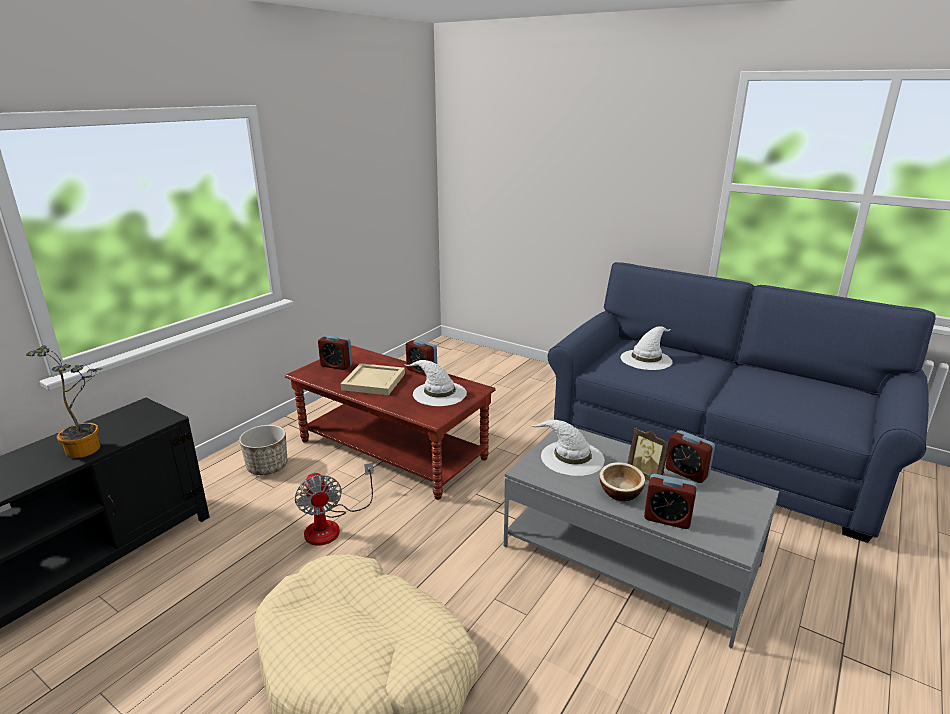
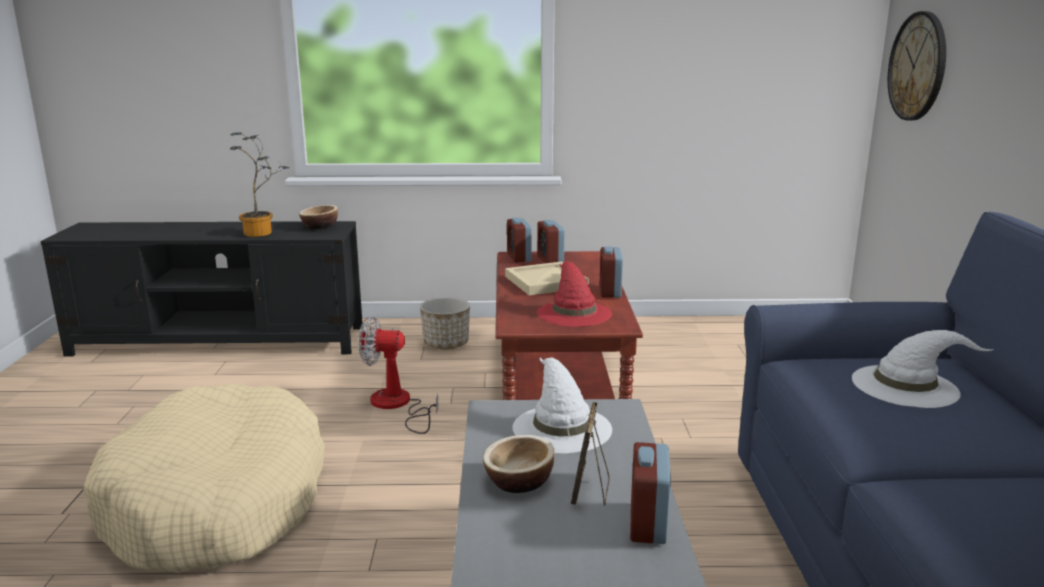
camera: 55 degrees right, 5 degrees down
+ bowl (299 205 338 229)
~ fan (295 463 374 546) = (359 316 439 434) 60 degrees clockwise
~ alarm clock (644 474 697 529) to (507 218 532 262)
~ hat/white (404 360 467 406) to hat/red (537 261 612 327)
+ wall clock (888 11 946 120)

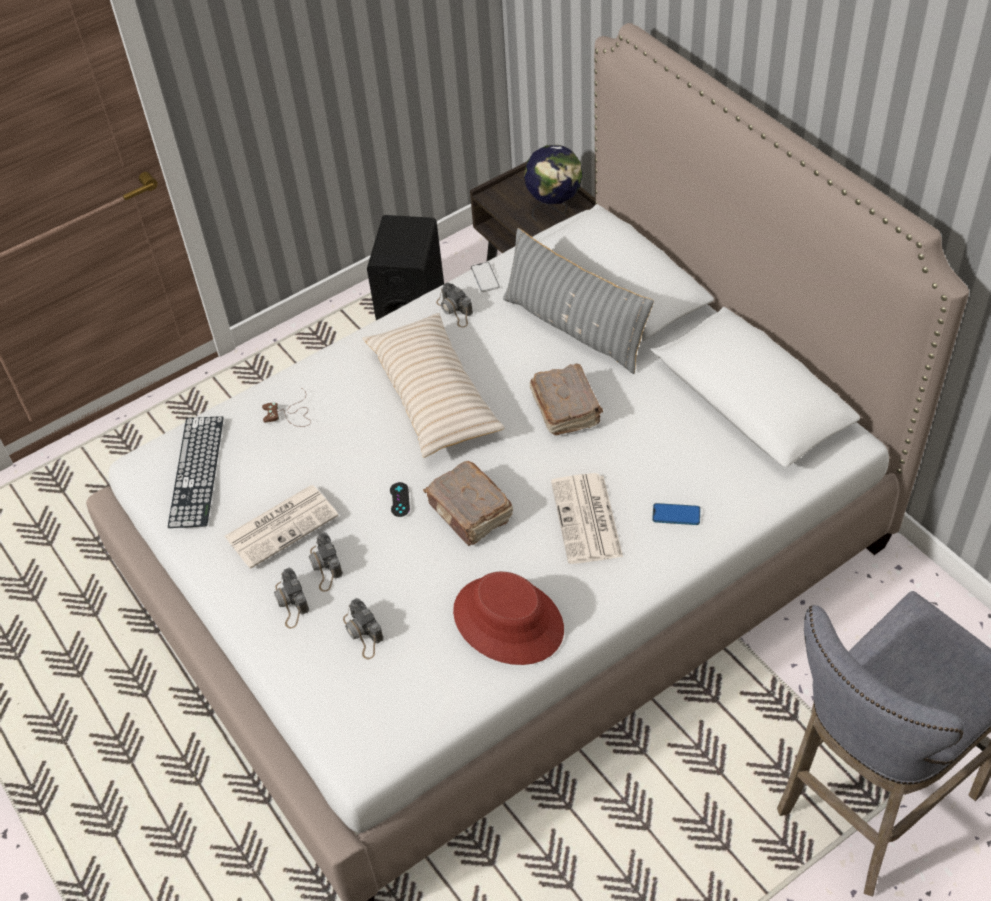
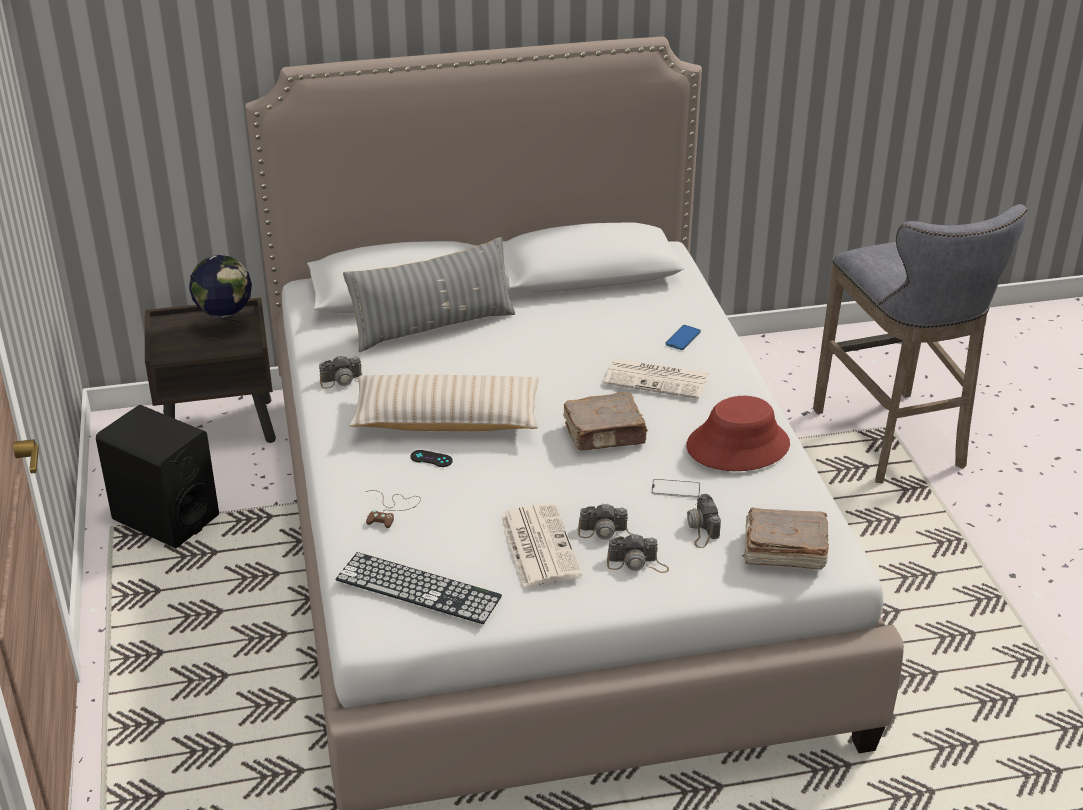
camera: 70 degrees left, 15 degrees down
~ game controller/black (390 482 410 517) to (410 450 453 467)
~ phone (471 262 500 292) to (651 479 700 498)
~ photo camera (343 598 383 659) = (687 494 721 548) 90 degrees clockwise
~ book/brown (529 364 603 435) to (742 508 829 569)

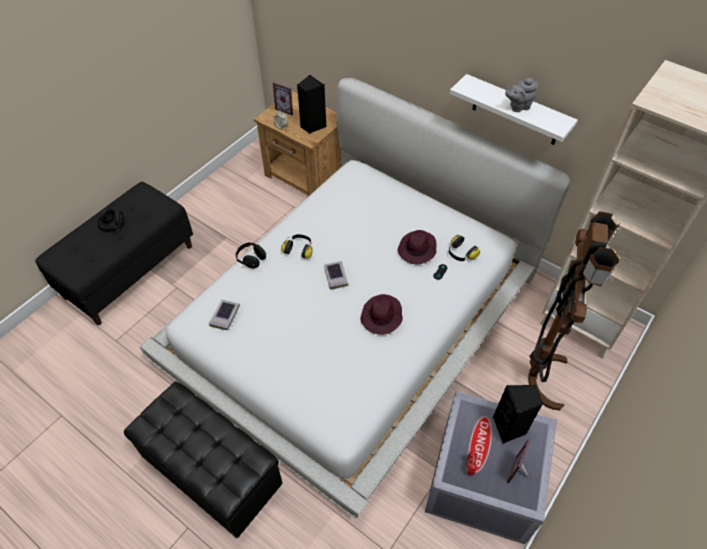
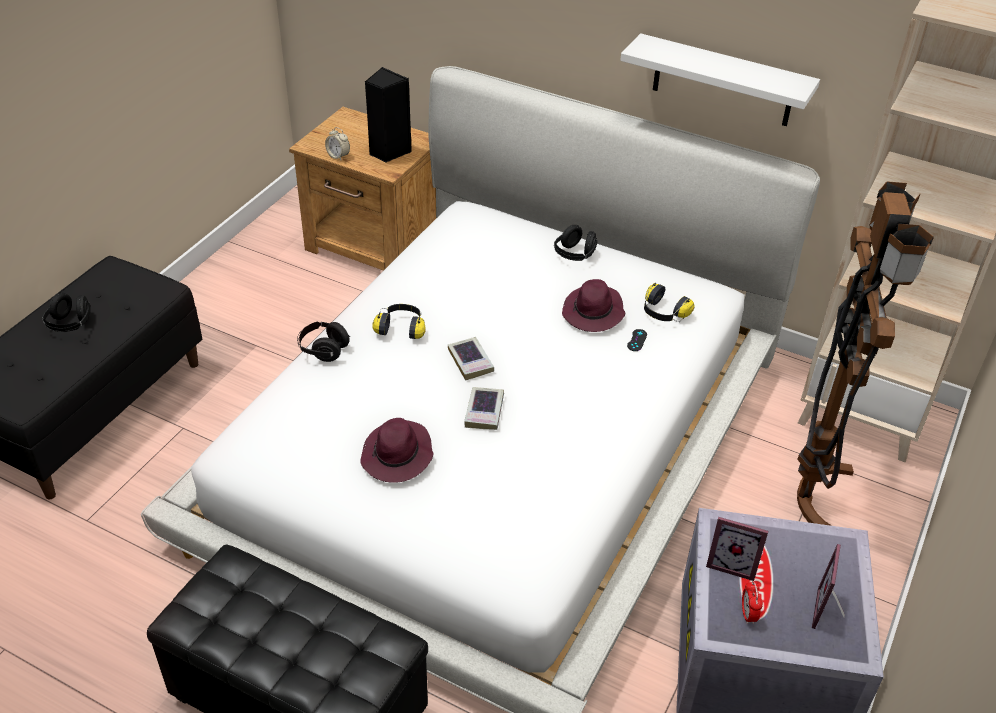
camera: 10 degrees left, 10 degrees down
~ hat/purple (360 294 403 335) to (360 418 433 483)
~ book (209 300 240 330) to (464 387 504 430)
+ headphones/black (554 225 598 261)
~ picture frame (273 82 293 116) to (706 517 768 581)
- speaker/black (493 385 543 444)
- teapot/grey (505 78 538 112)

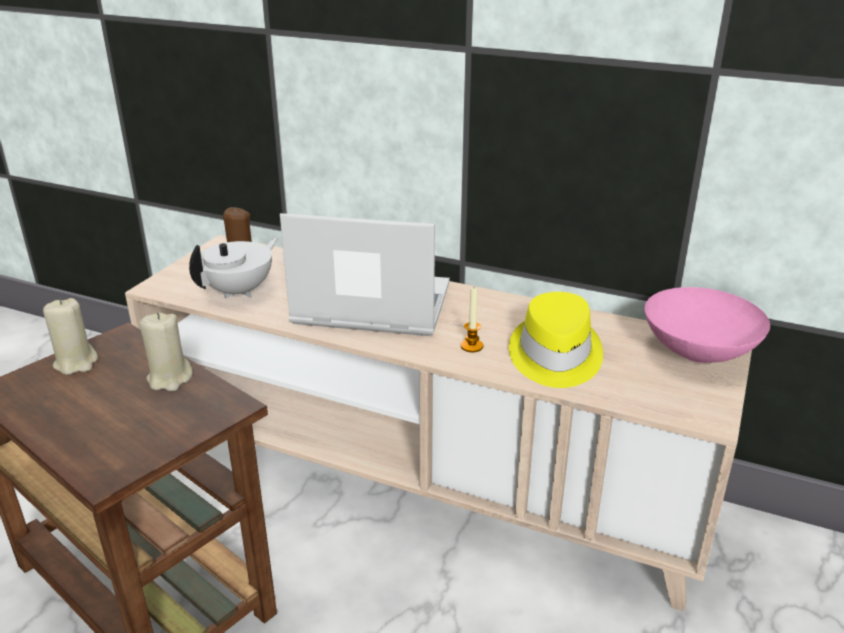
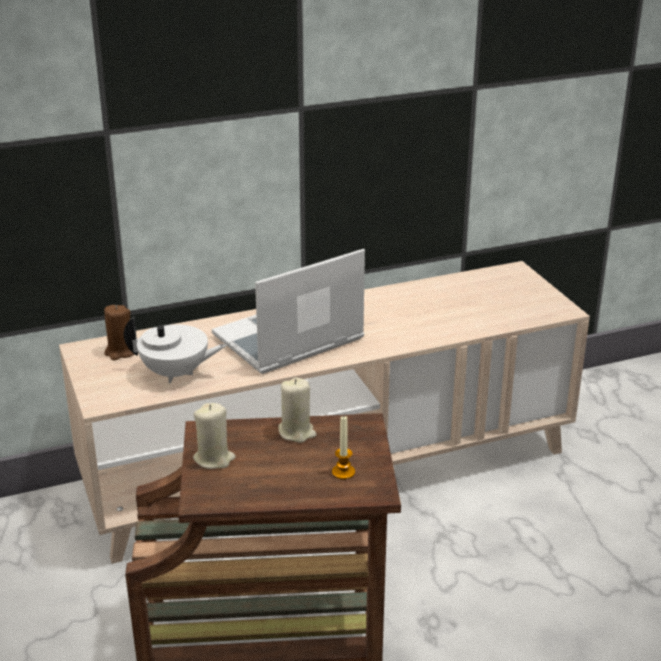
camera: 45 degrees left, 0 degrees up
~ teapot/white (189 238 278 298) = (124 317 227 383) 105 degrees clockwise
~ candle (461 288 483 352) to (332 416 355 480)
- hat/yellow (509 292 603 388)
- bowl/pink (644 287 770 363)

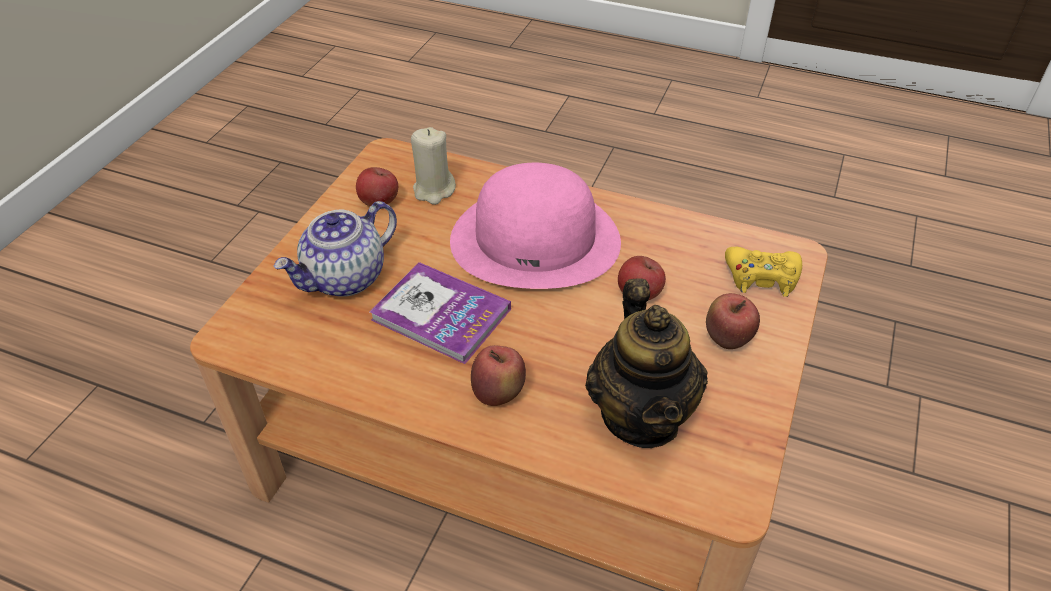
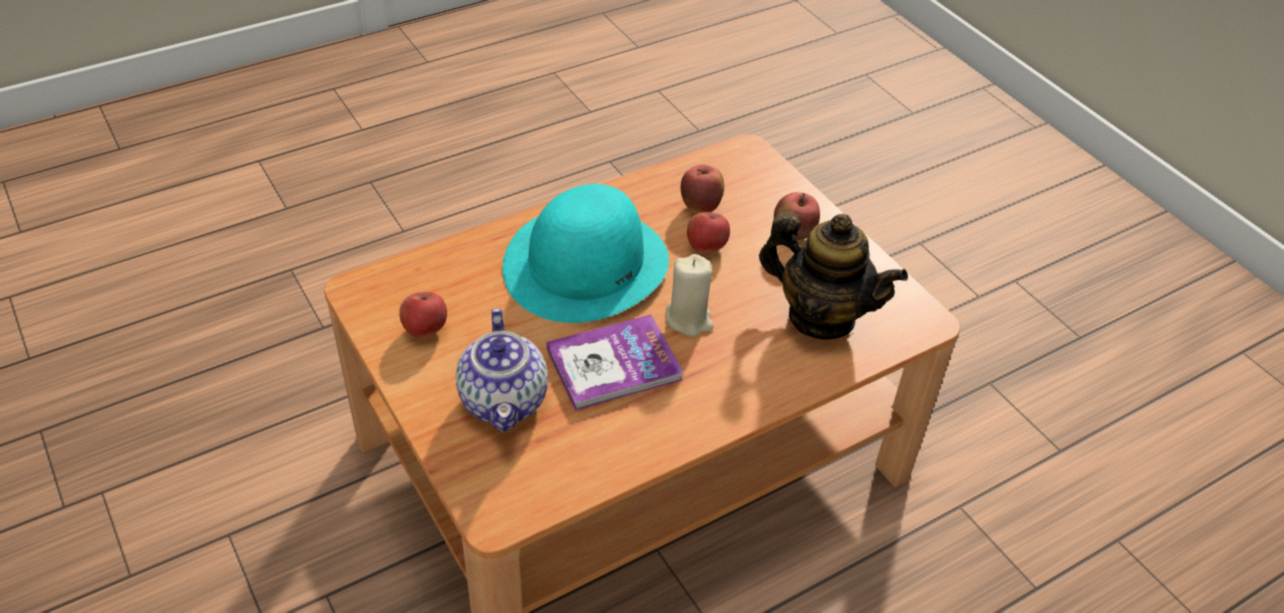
camera: 55 degrees left, 0 degrees up
~ hat/pink (450 163 621 289) to hat/turquoise (503 184 669 323)
~ candle/beige (411 127 456 205) to (666 254 714 337)
~ apple (471 345 526 406) to (681 164 724 213)
- game controller/yellow (725 247 802 297)

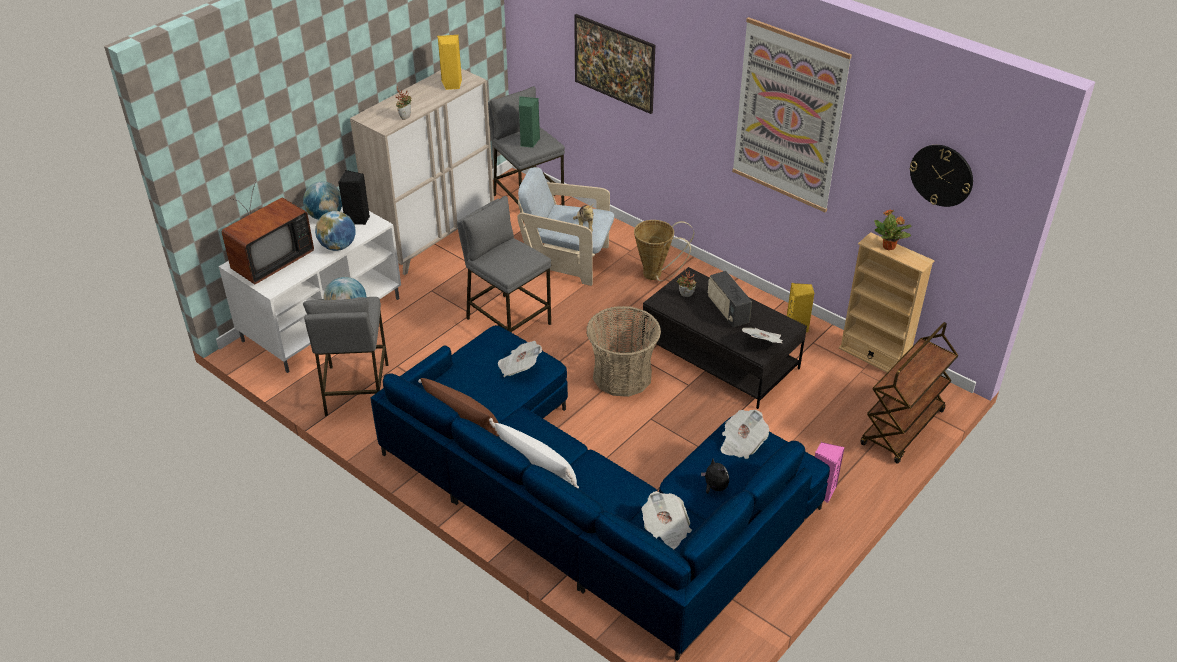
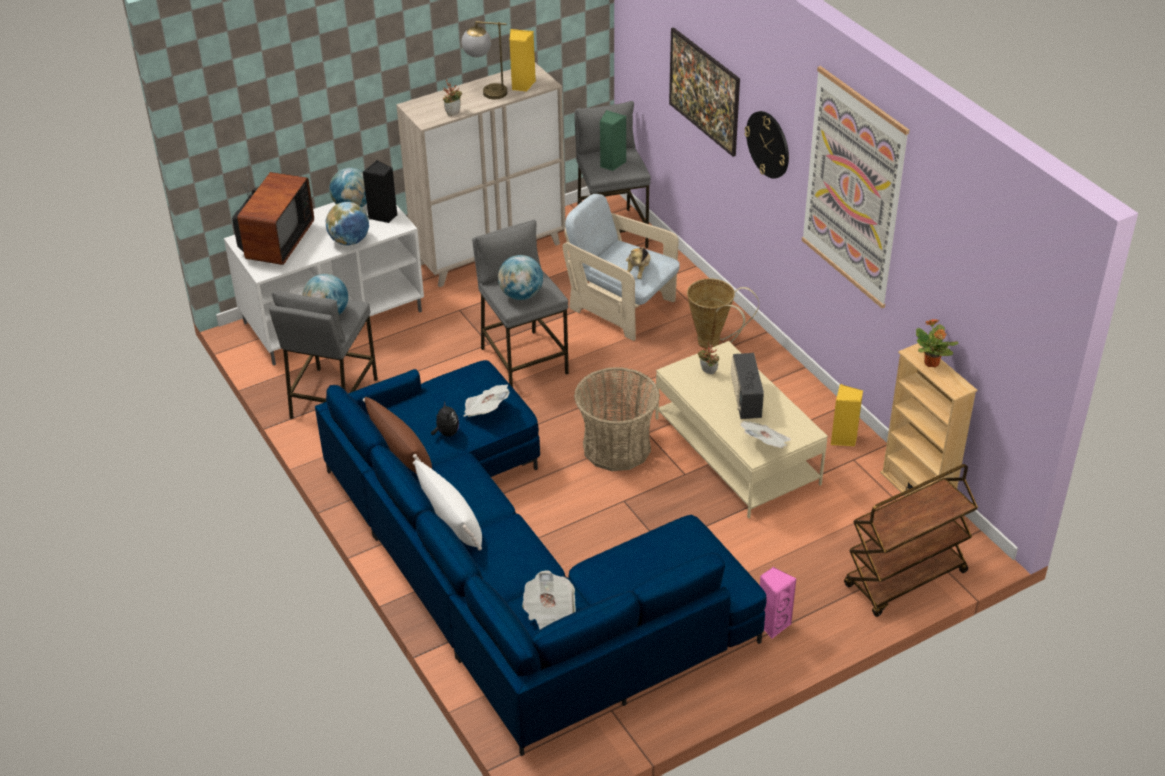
camera: 20 degrees right, 0 degrees up
~ television (222 180 314 284) = (232 160 314 265) 45 degrees counterclockwise
~ plush toy (701 459 729 494) to (431 401 459 436)
+ table lamp (461 21 507 99)
+ globe (498 255 543 300)
~ coffee table/black (642 267 807 409) to coffee table/beige (655 341 828 518)
~ wall clock (910 145 973 207) to (744 111 789 179)
- newspaper (720 410 769 459)

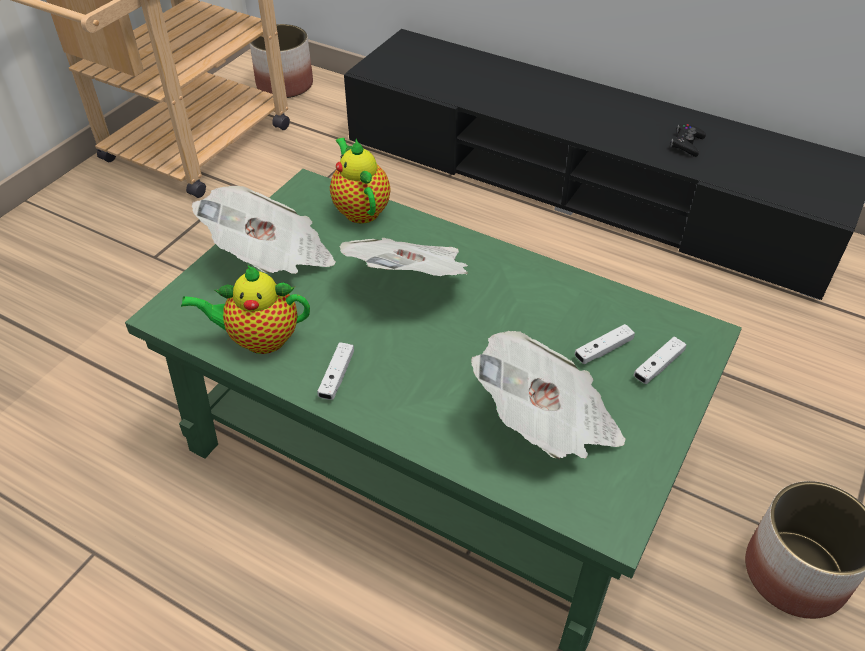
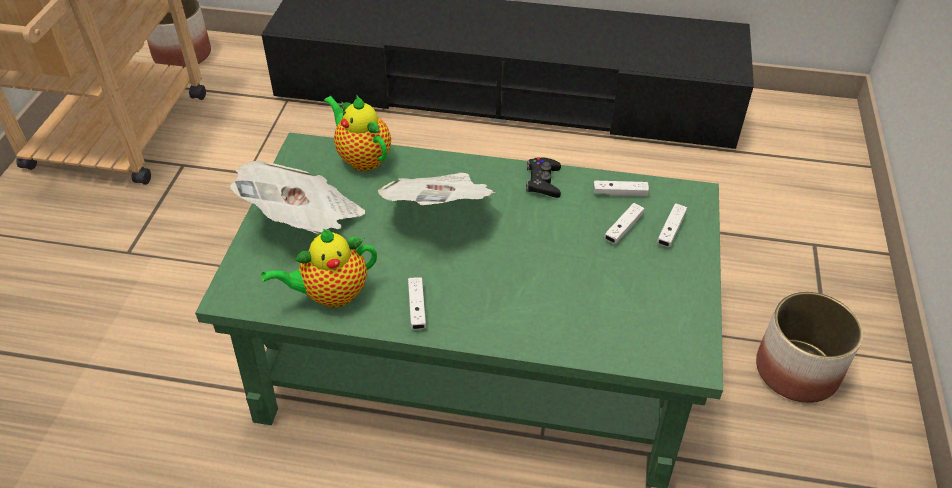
camera: 20 degrees left, 0 degrees up
~ game controller/black (670 124 706 157) to (526 157 561 198)
+ game controller/white (593 181 649 196)
- newspaper (471 331 626 459)

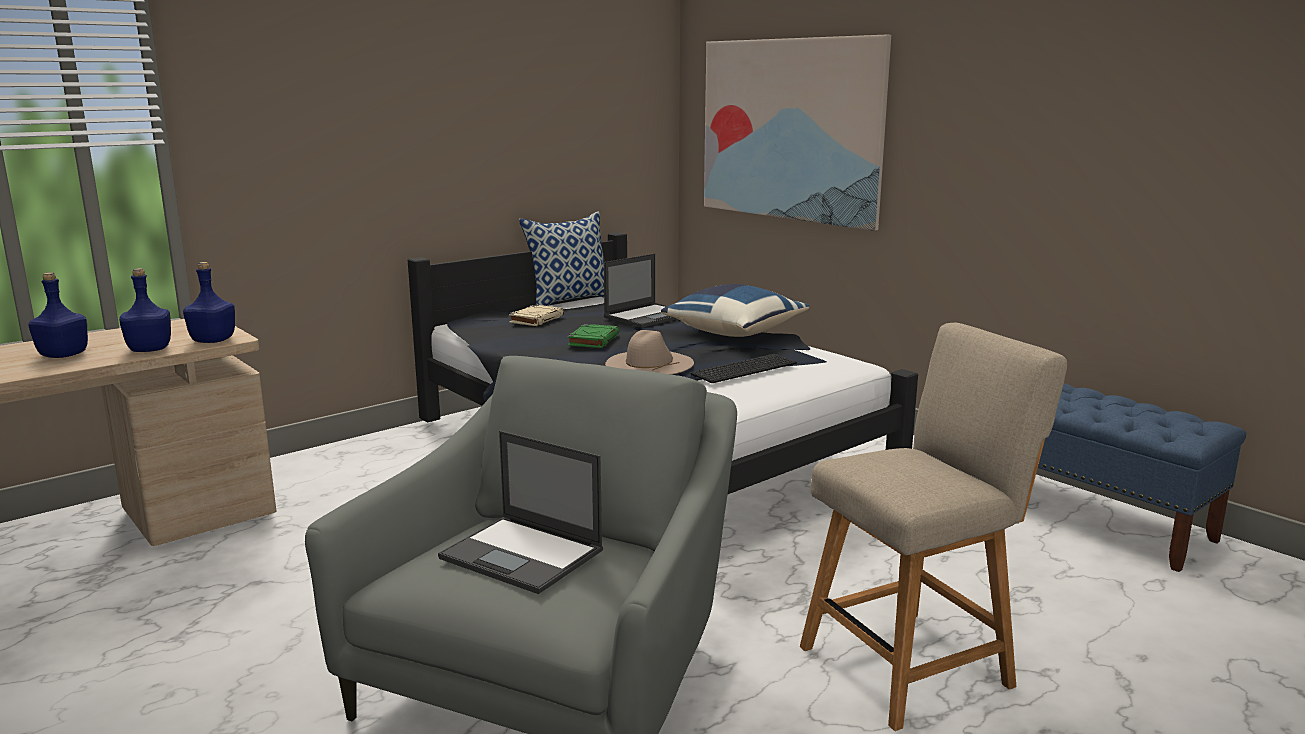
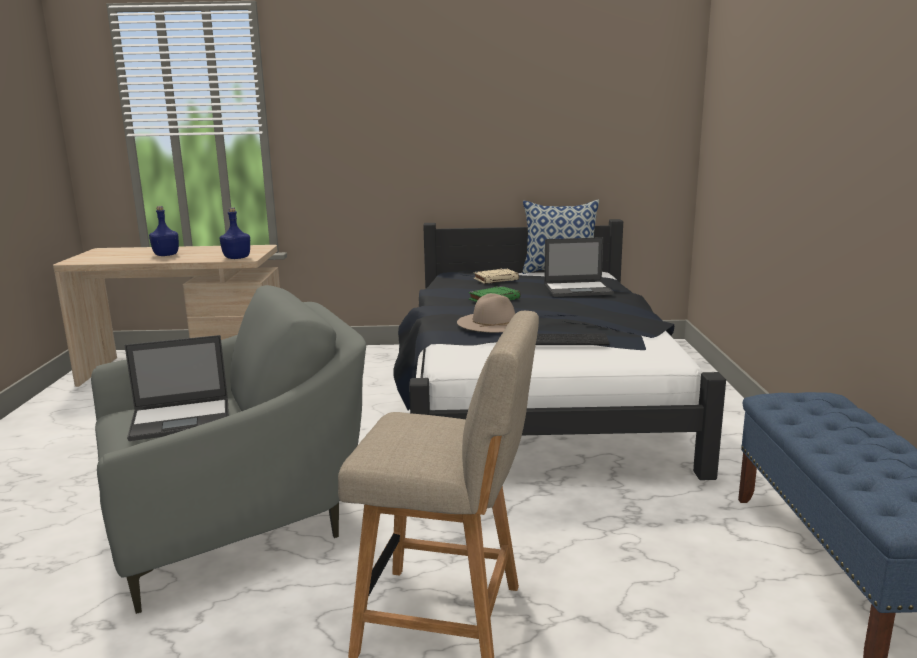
camera: 40 degrees right, 0 degrees up
~ laptop (438 431 603 594) = (125 335 229 441) 90 degrees counterclockwise
- bottle/blue (119 268 171 352)
- pillow/blue (661 284 809 337)
- picture (704 35 891 231)

